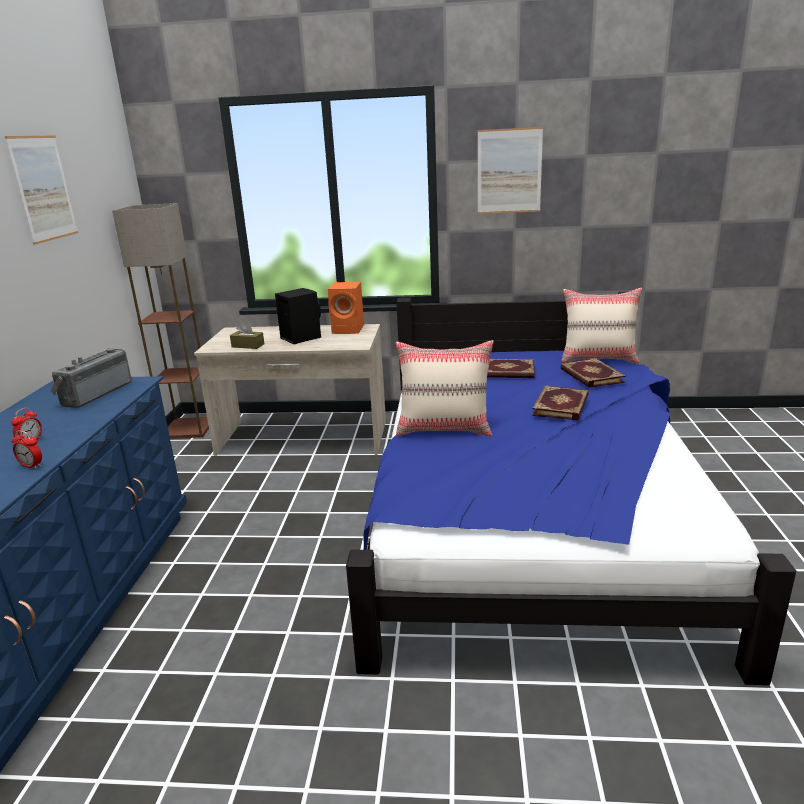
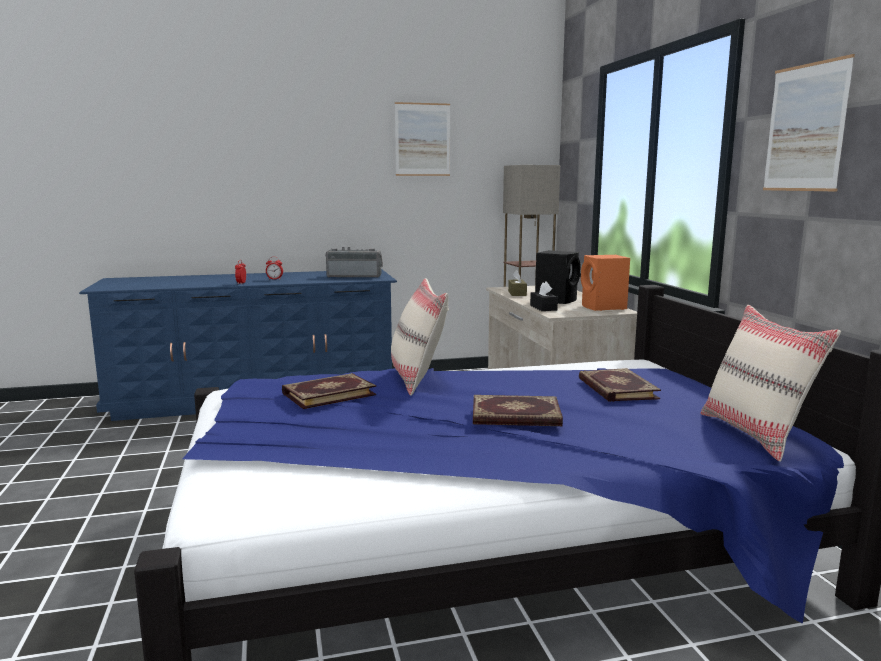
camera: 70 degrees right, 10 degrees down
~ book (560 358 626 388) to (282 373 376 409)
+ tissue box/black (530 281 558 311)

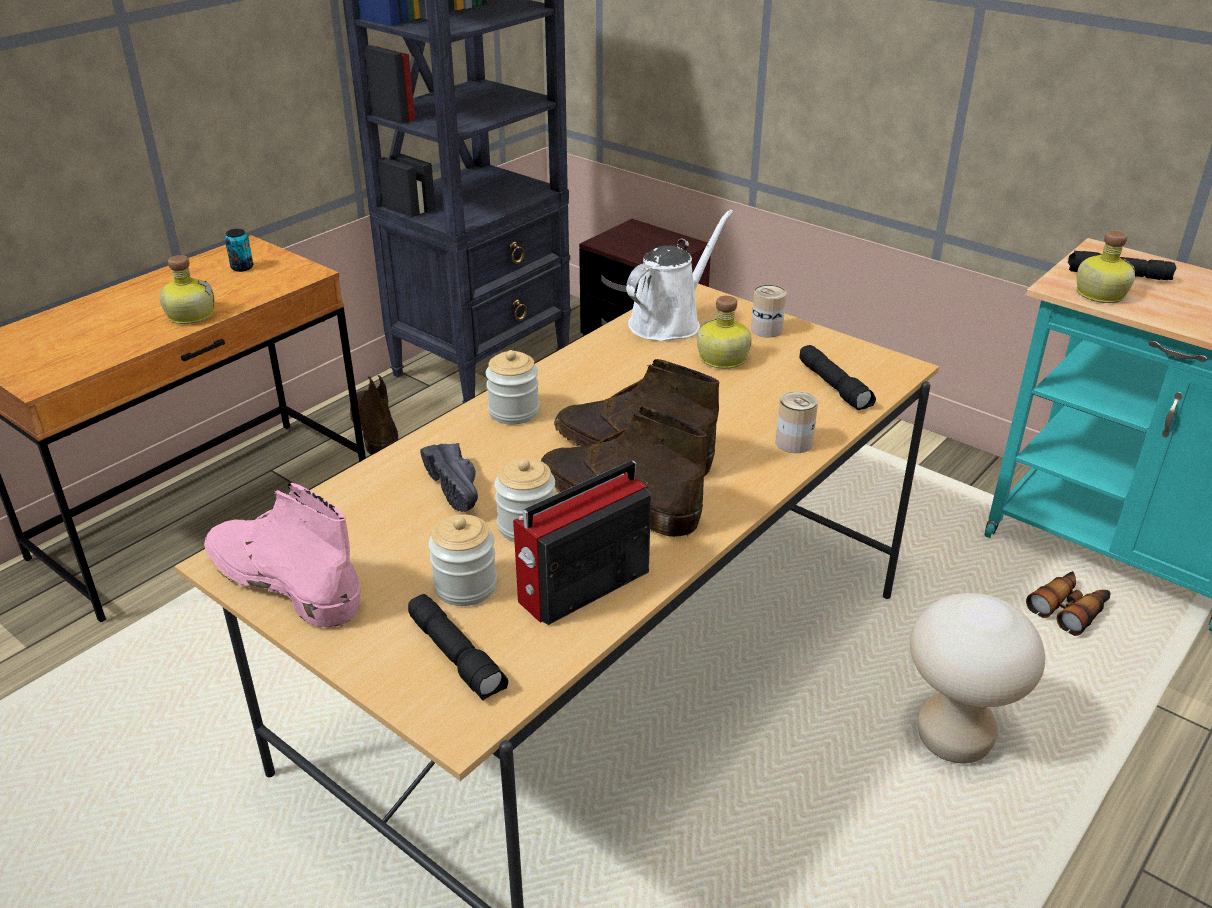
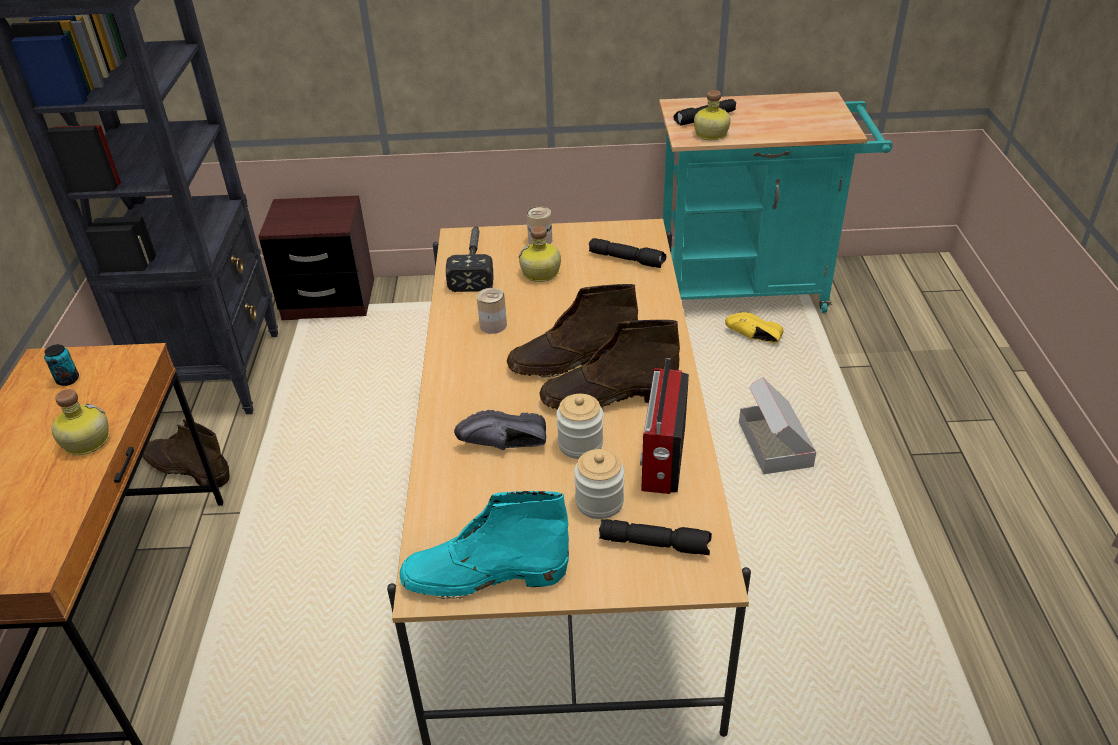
camera: 40 degrees left, 5 degrees up
~ boot/pink (204 483 360 627) to boot/turquoise (400 491 569 599)
~ watering can/white (626 209 733 341) to hammer (446 227 493 292)
~ shoe/black (420 443 478 512) = (454 410 546 450) 150 degrees clockwise
~ can (776 391 818 453) to (477 288 507 334)
~ binoculars (1026 571 1110 636) to shoe/yellow (725 312 784 343)
~ stool/beige (910 593 1045 763) to cardboard box (739 377 816 474)
- jar (486 350 539 424)

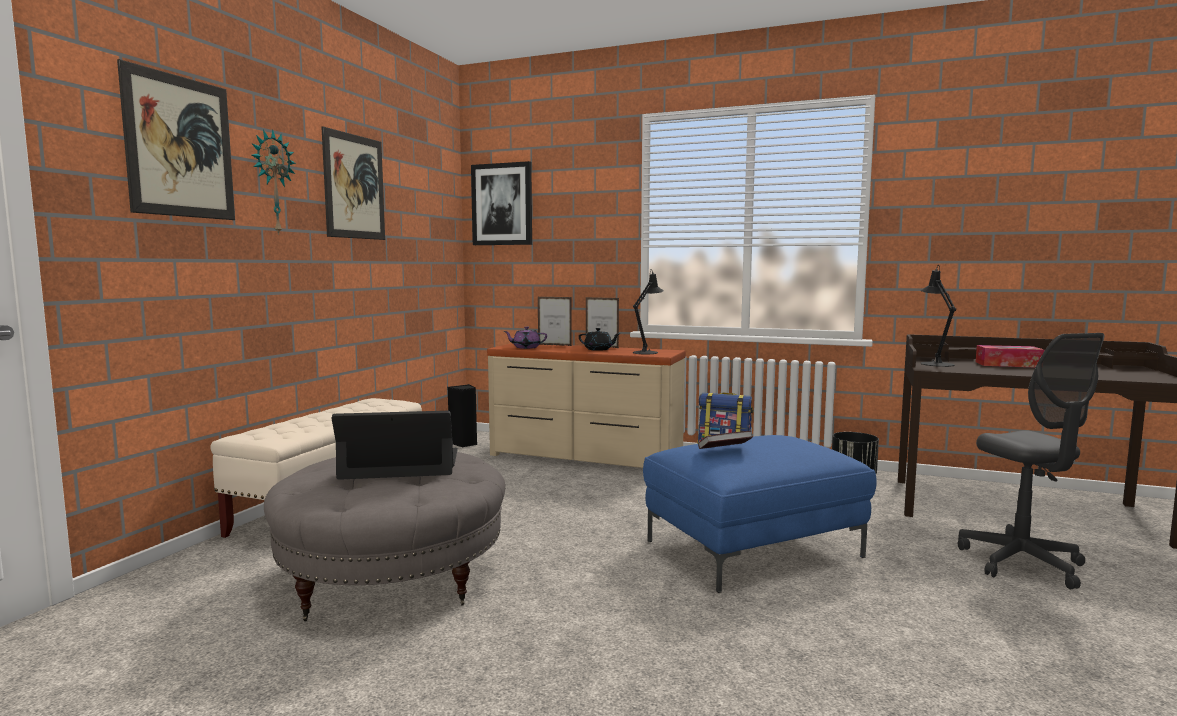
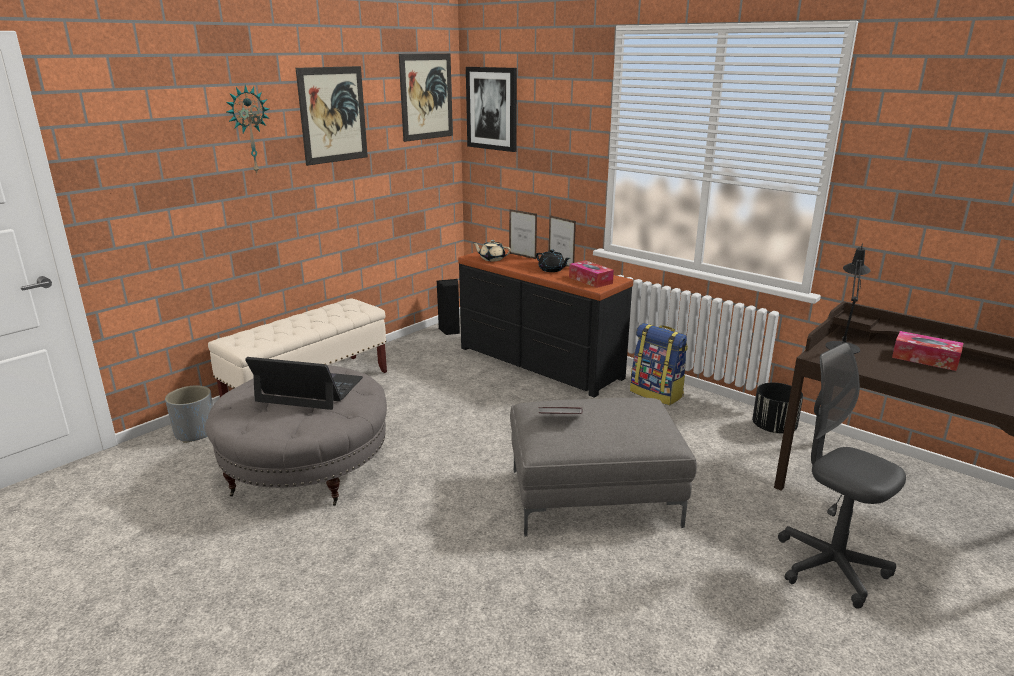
camera: 20 degrees right, 15 degrees up
+ planter/grey (165 385 213 443)
~ picture (117 59 235 220) to (399 53 453 142)
~ dresser/beige (487 343 686 468) to dresser/black (458 249 633 397)
~ teapot/purple (503 327 547 349) to teapot/beige (472 240 511 261)
~ ottoman/blue (643 435 877 593) to ottoman/grey (510 398 697 536)
~ table lamp/black (633 269 664 354) to tissue box (569 260 614 288)
~ office chair/grey (958 333 1105 589) = (778 343 906 608) 135 degrees clockwise

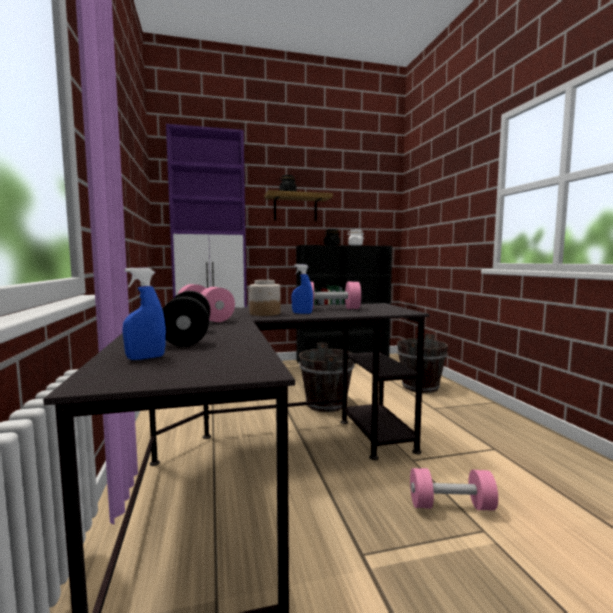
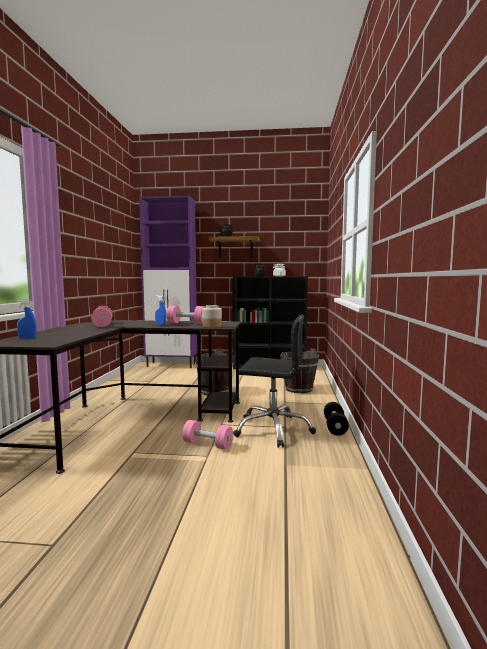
camera: 20 degrees right, 0 degrees up
~ jar (249 280 281 316) to (202 305 222 328)
+ office chair/black (233 315 316 448)
~ dumbbell/black (162 291 210 346) to (324 402 349 436)

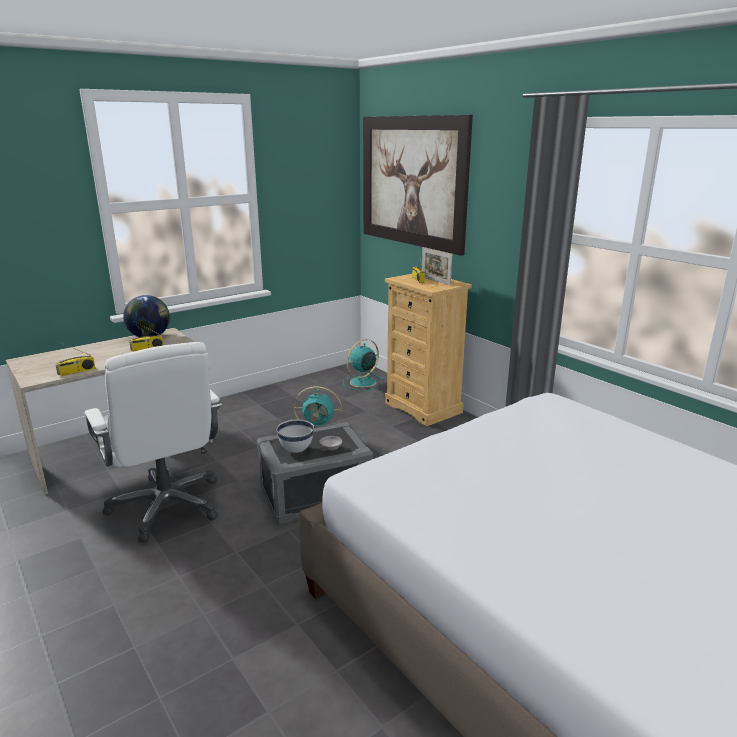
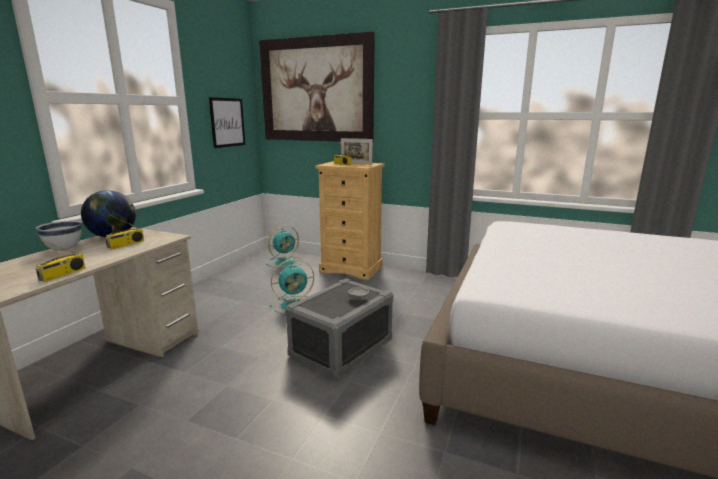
camera: 30 degrees left, 5 degrees down
~ bowl/white (277 419 314 453) to (36 221 81 251)
+ picture (209 97 245 148)
~ fan/turquoise (343 339 383 391) = (266 225 303 268) 150 degrees counterclockwise
- office chair/white (84 342 222 543)

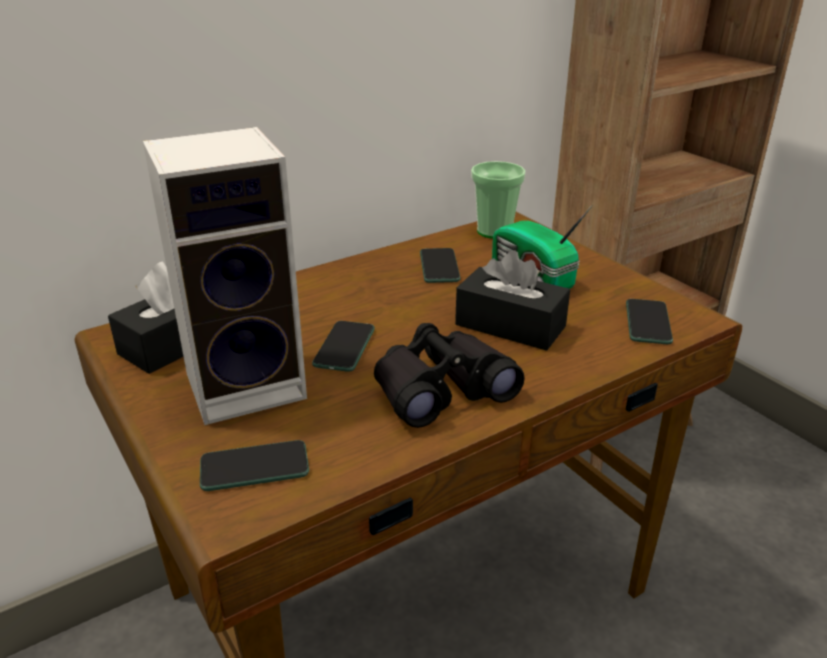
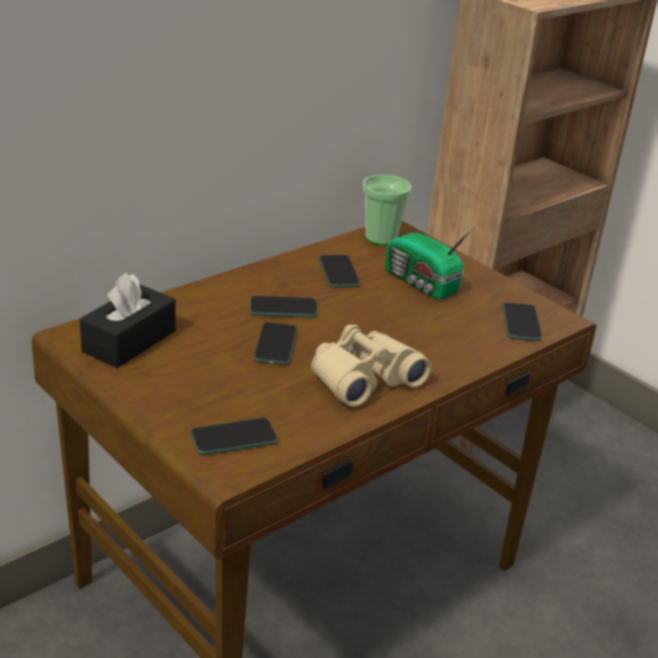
camera: 10 degrees left, 0 degrees up
+ phone (250 296 318 318)
~ binoculars/black (374 323 525 428) to binoculars/beige (311 325 432 407)
- speaker (143 127 307 425)
- tissue box/black (455 250 570 351)

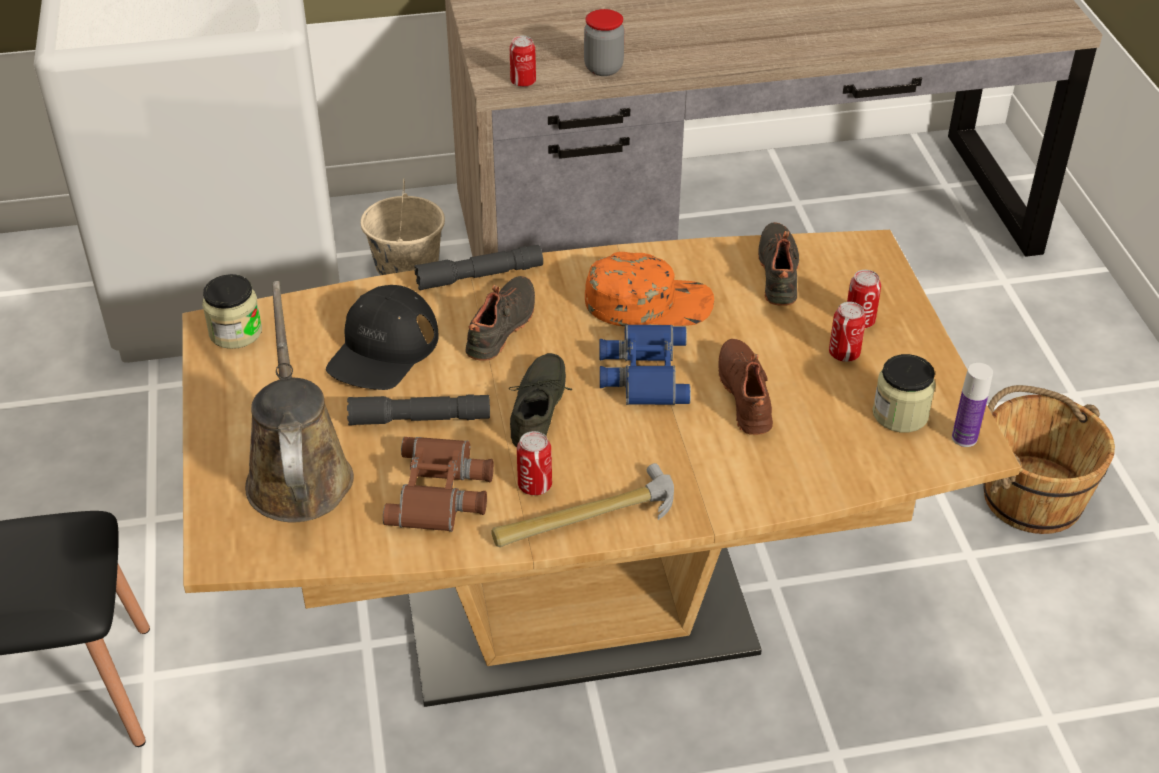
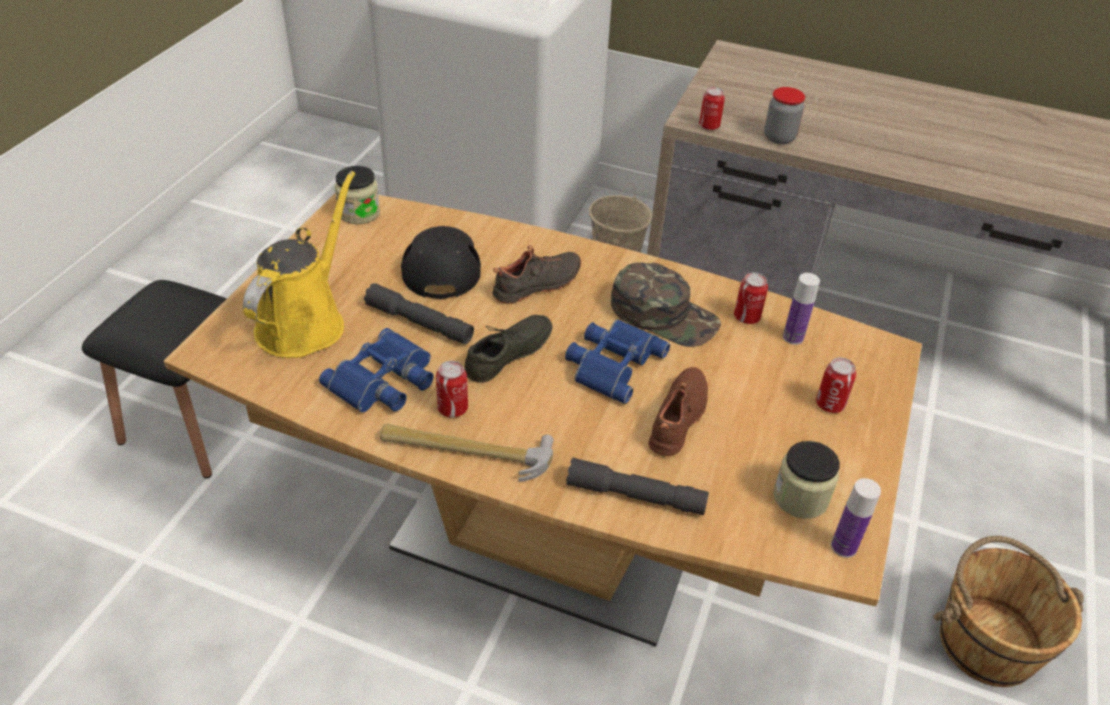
camera: 30 degrees right, 0 degrees up
~ watering can/brown (245 281 354 523) to watering can/yellow (243 171 355 358)
~ binoculars/brown (383 437 494 532) to binoculars/blue (319 328 433 413)
~ cap/black (326 285 439 390) = (401 226 481 299) 120 degrees clockwise
~ flashlight/grey (414 245 543 290) to (566 457 709 515)
~ cap/orange (585 252 714 326) to cap/green (611 262 721 347)
~ can (829 302 866 362) to (734 272 768 324)
~ shoe/black (758 222 799 306) to bottle (783 273 820 345)

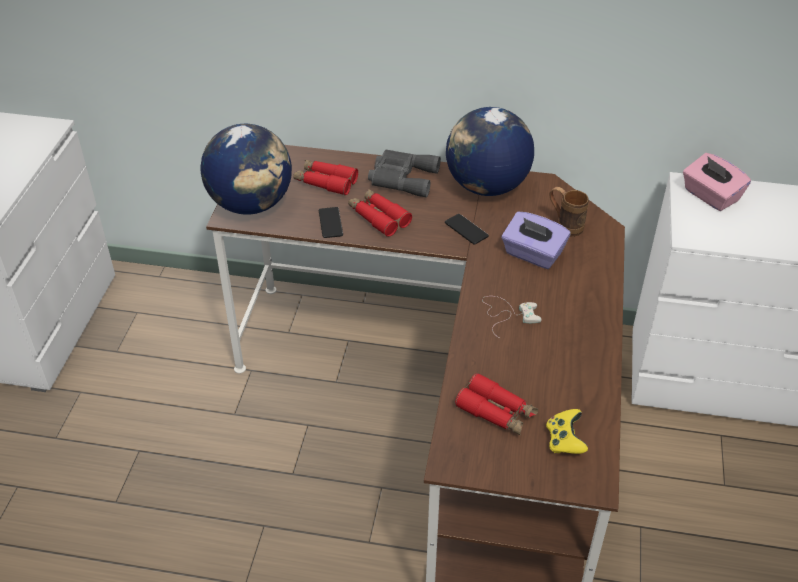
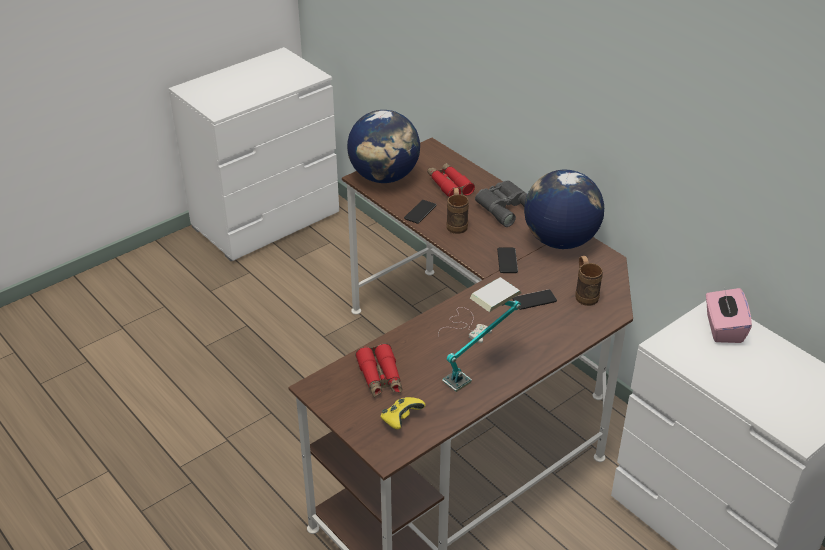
camera: 40 degrees right, 5 degrees down
+ table lamp (442 277 521 392)
~ binoculars/red (348 189 412 237) to mug/brown (447 188 469 234)
~ tissue box/purple (502 212 570 269) to phone (513 289 557 310)

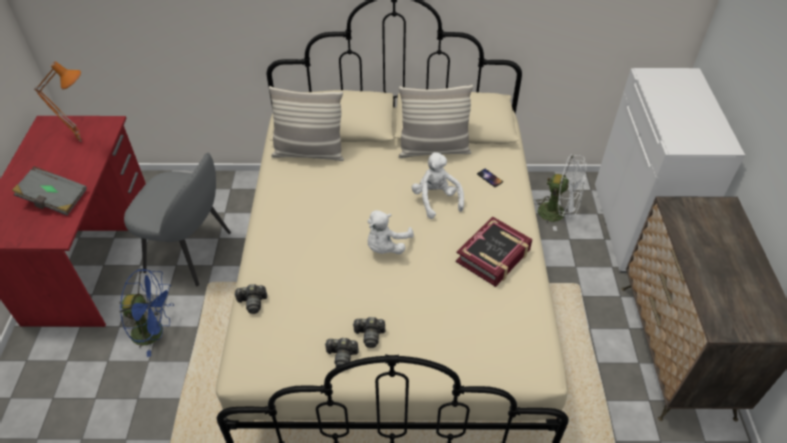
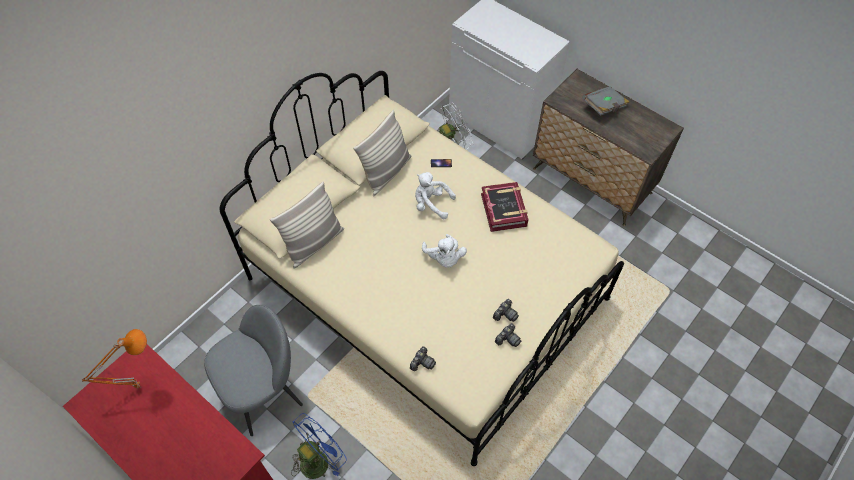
camera: 50 degrees left, 10 degrees up
~ book/grey (12 166 87 215) to (582 86 629 115)

